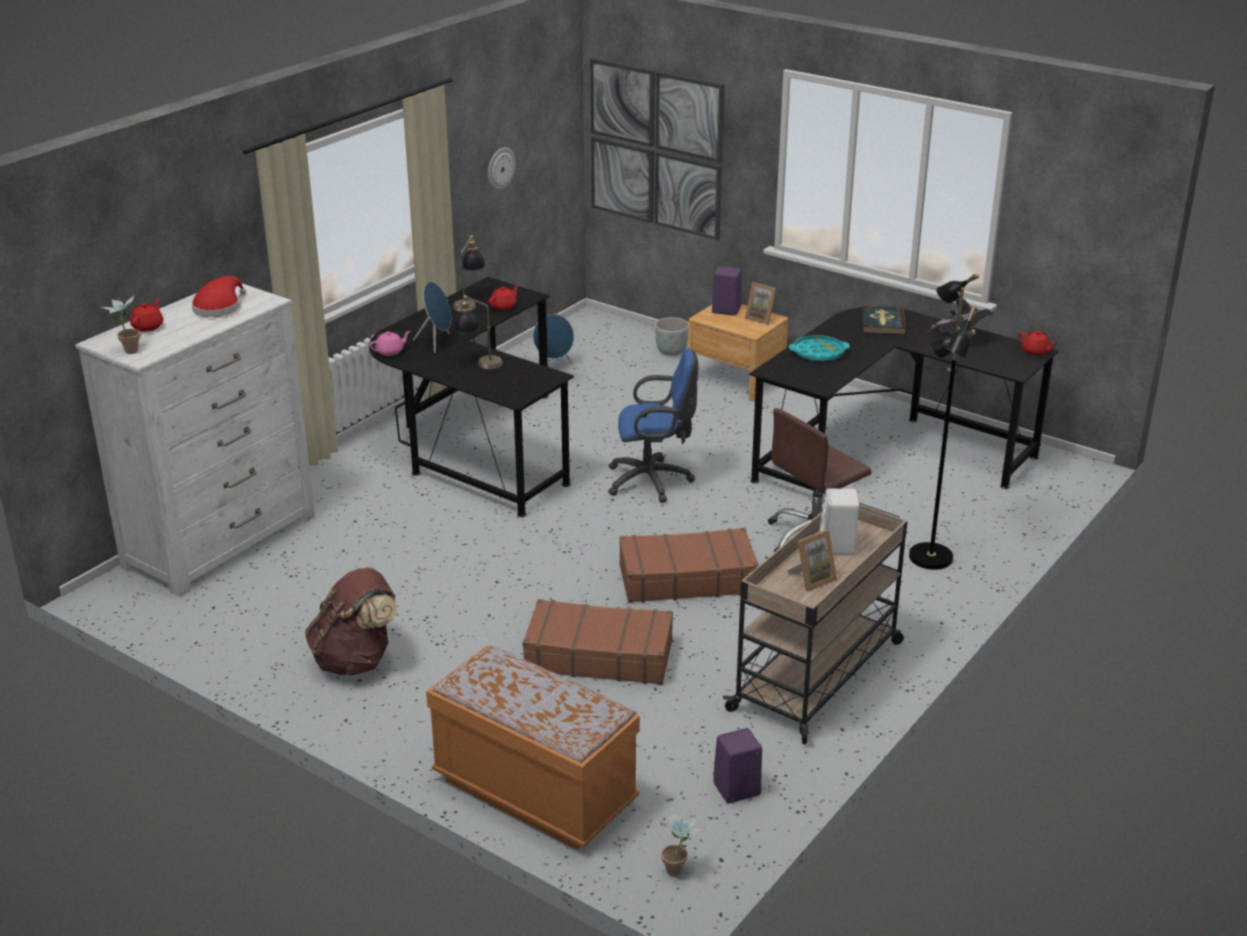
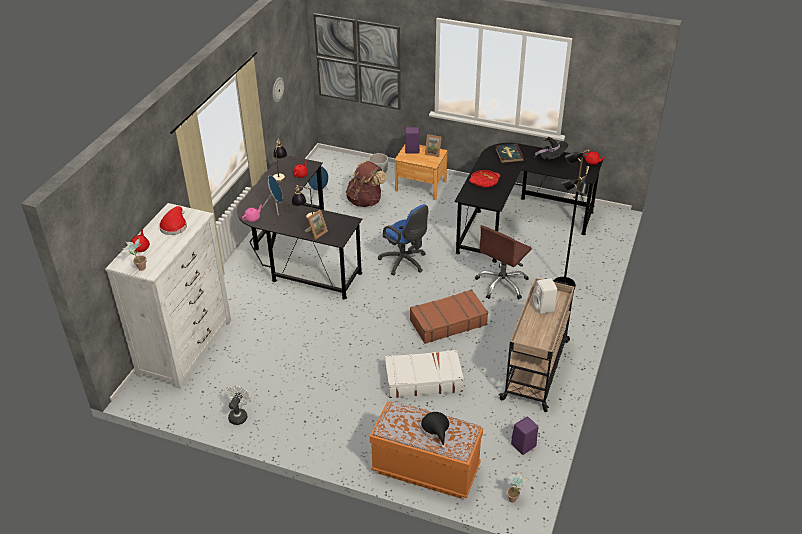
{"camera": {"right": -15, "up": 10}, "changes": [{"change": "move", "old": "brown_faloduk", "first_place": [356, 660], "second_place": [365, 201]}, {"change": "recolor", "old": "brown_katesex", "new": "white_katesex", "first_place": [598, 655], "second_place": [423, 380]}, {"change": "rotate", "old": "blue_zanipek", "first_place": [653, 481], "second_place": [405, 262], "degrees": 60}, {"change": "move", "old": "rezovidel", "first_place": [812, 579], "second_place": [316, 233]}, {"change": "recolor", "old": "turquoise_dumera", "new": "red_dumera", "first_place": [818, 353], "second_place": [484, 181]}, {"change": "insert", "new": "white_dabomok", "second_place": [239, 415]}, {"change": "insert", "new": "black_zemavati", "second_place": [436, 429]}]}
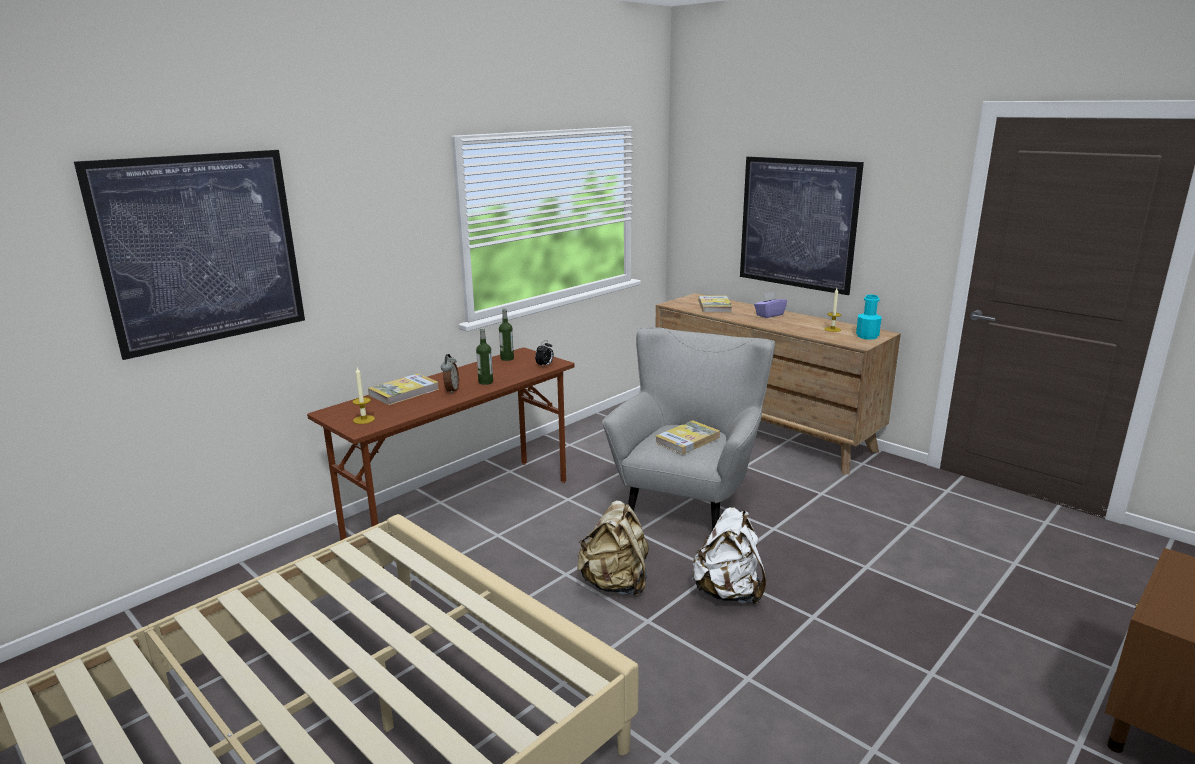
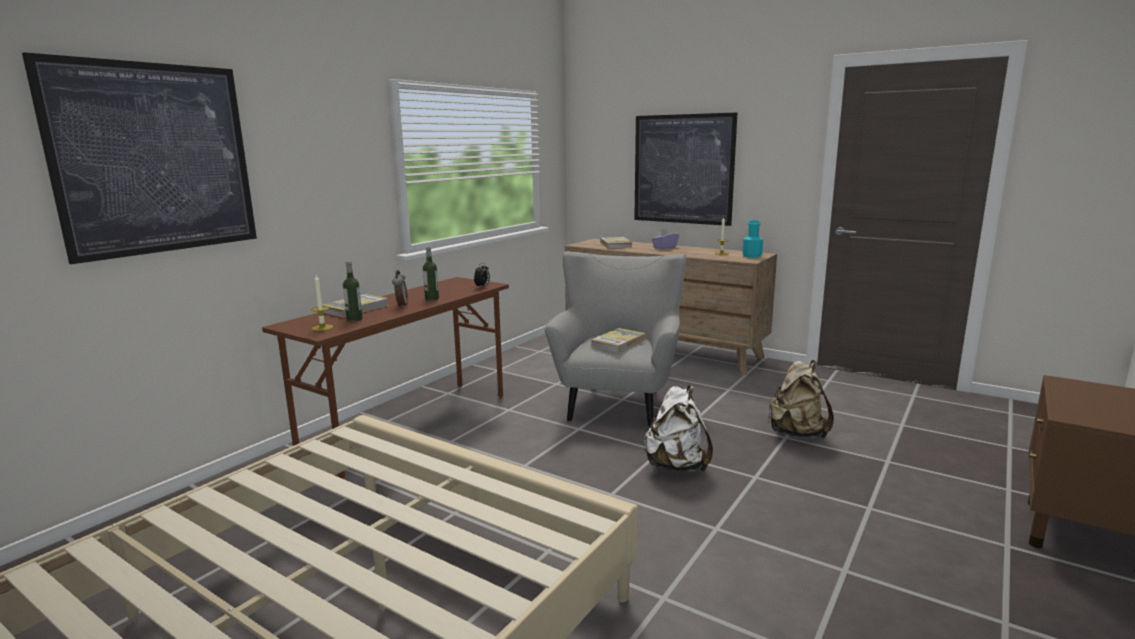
{"camera": {"right": -10, "up": -5}, "changes": [{"change": "move", "old": "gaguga", "first_place": [507, 358], "second_place": [354, 319]}, {"change": "move", "old": "beige_faloduk", "first_place": [615, 584], "second_place": [796, 433]}]}
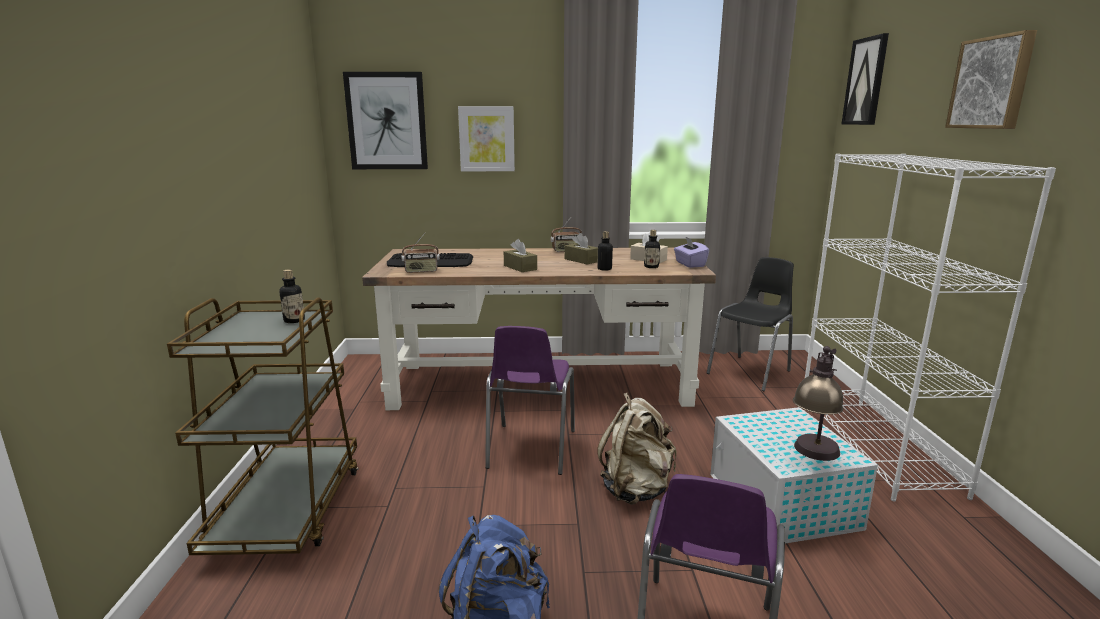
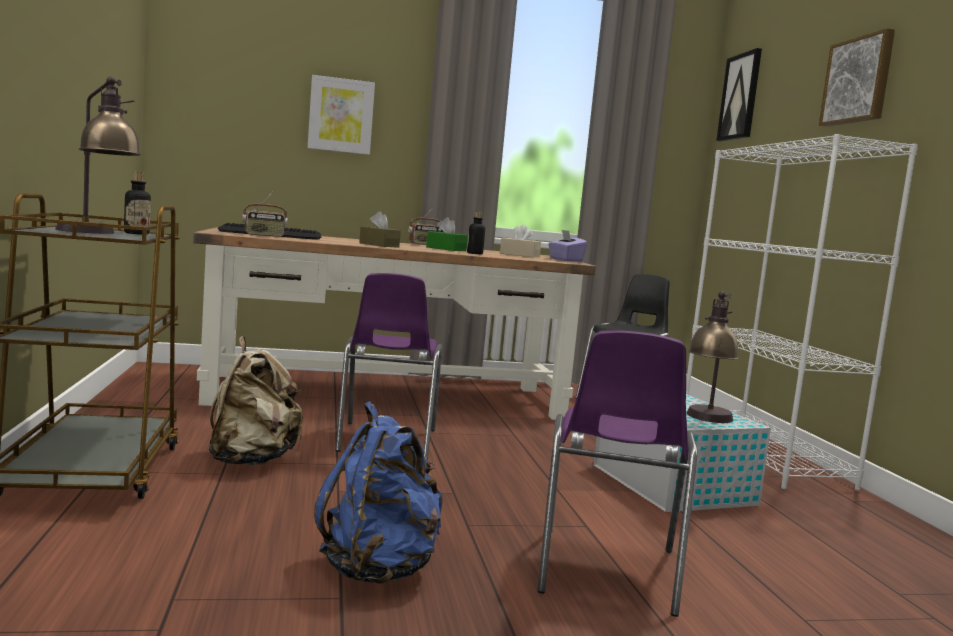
{"camera": {"right": -10, "up": -10}, "changes": [{"change": "delete", "old": "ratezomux", "first_place": [387, 121]}, {"change": "recolor", "old": "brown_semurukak", "new": "green_semurukak", "first_place": [581, 260], "second_place": [446, 249]}, {"change": "move", "old": "beige_faloduk", "first_place": [636, 489], "second_place": [251, 461]}, {"change": "delete", "old": "gaguga", "first_place": [651, 267]}, {"change": "insert", "new": "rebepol", "second_place": [97, 233]}]}
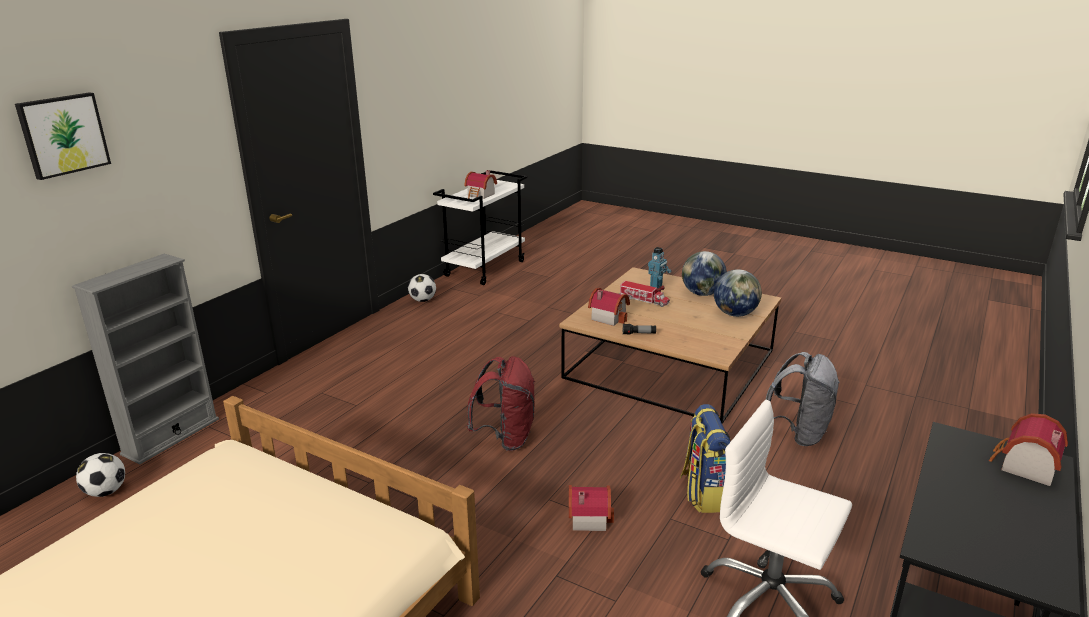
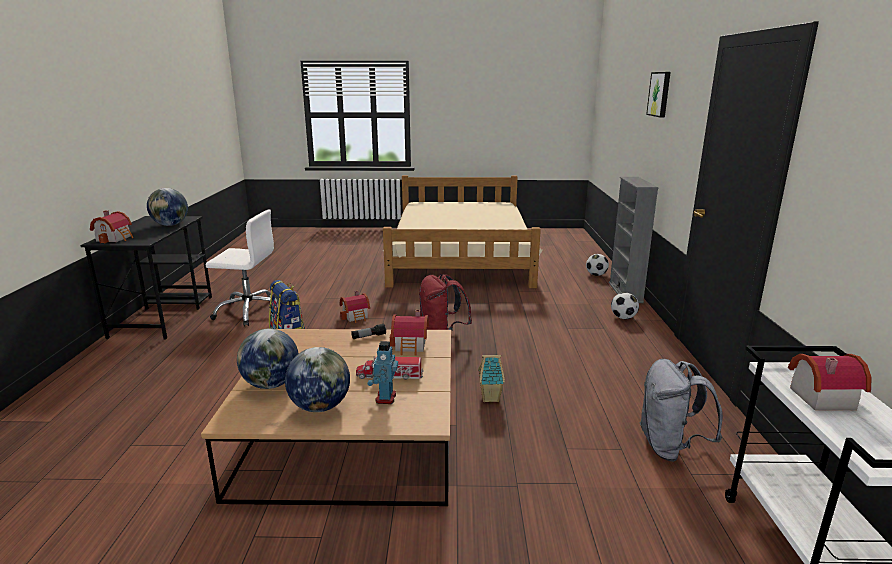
{"camera": {"right": 150, "up": -5}, "changes": [{"change": "move", "old": "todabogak", "first_place": [423, 300], "second_place": [623, 318]}, {"change": "move", "old": "grey_faloduk", "first_place": [799, 433], "second_place": [670, 447]}, {"change": "insert", "new": "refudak", "second_place": [170, 225]}, {"change": "insert", "new": "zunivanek", "second_place": [491, 398]}]}
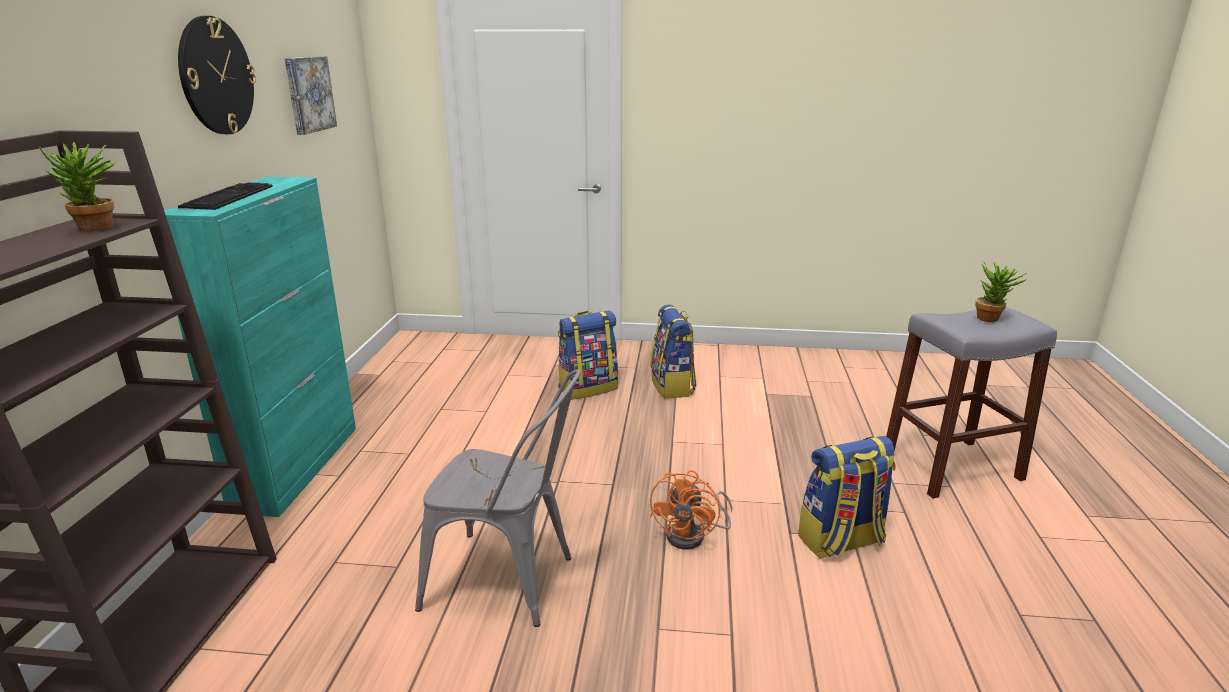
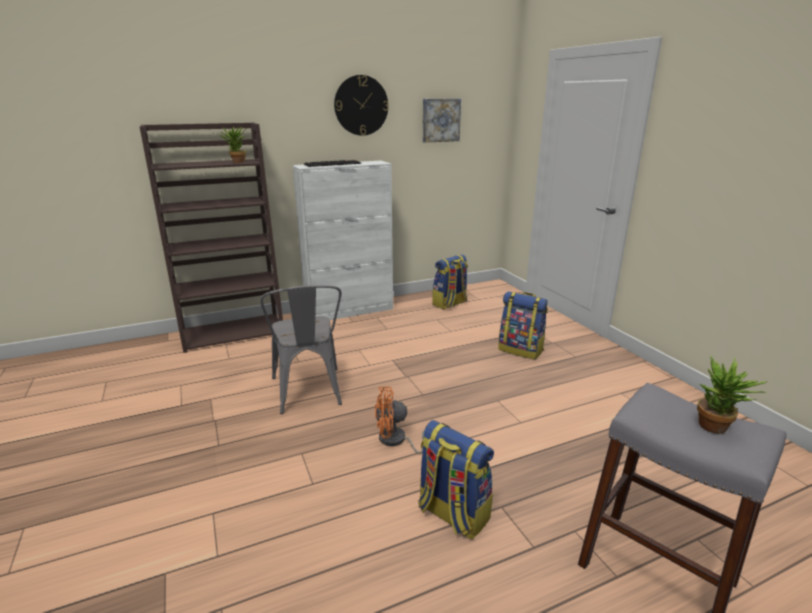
{"camera": {"right": 60, "up": 0}, "changes": [{"change": "recolor", "old": "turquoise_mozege", "new": "white_mozege", "first_place": [298, 466], "second_place": [350, 311]}, {"change": "move", "old": "faloduk", "first_place": [673, 386], "second_place": [450, 304]}]}
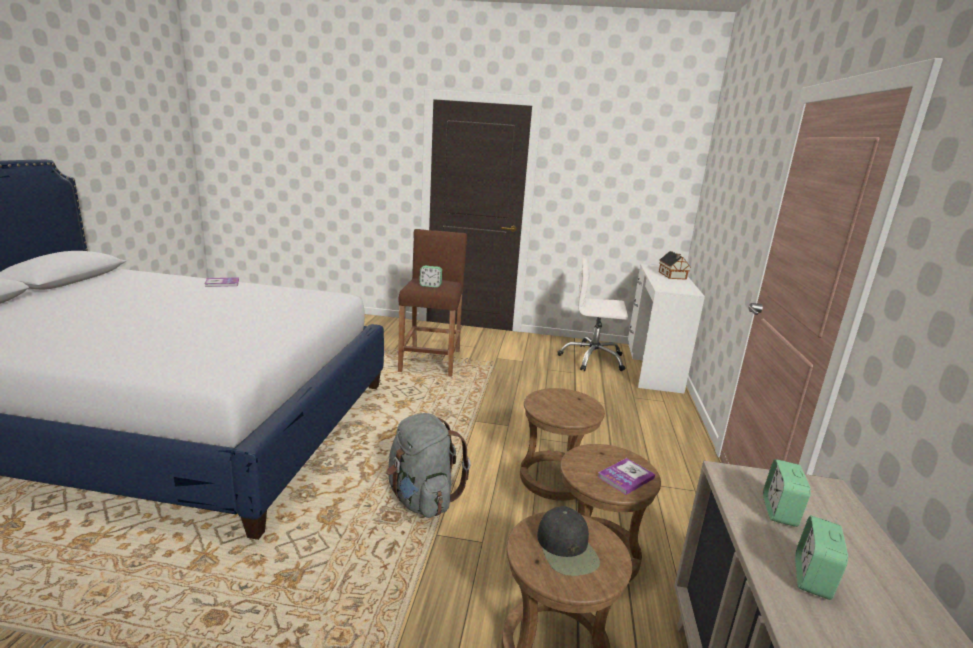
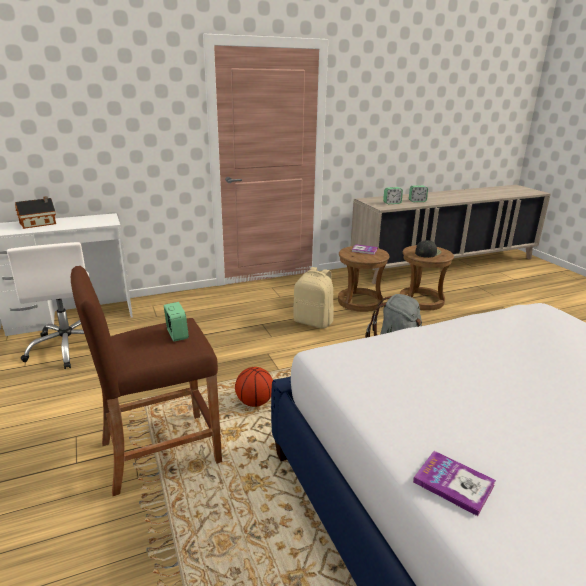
{"camera": {"right": -120, "up": 5}, "changes": [{"change": "replace", "old": "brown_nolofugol", "new": "beige_faloduk", "first_place": [554, 478], "second_place": [314, 322]}, {"change": "insert", "new": "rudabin", "second_place": [255, 402]}]}
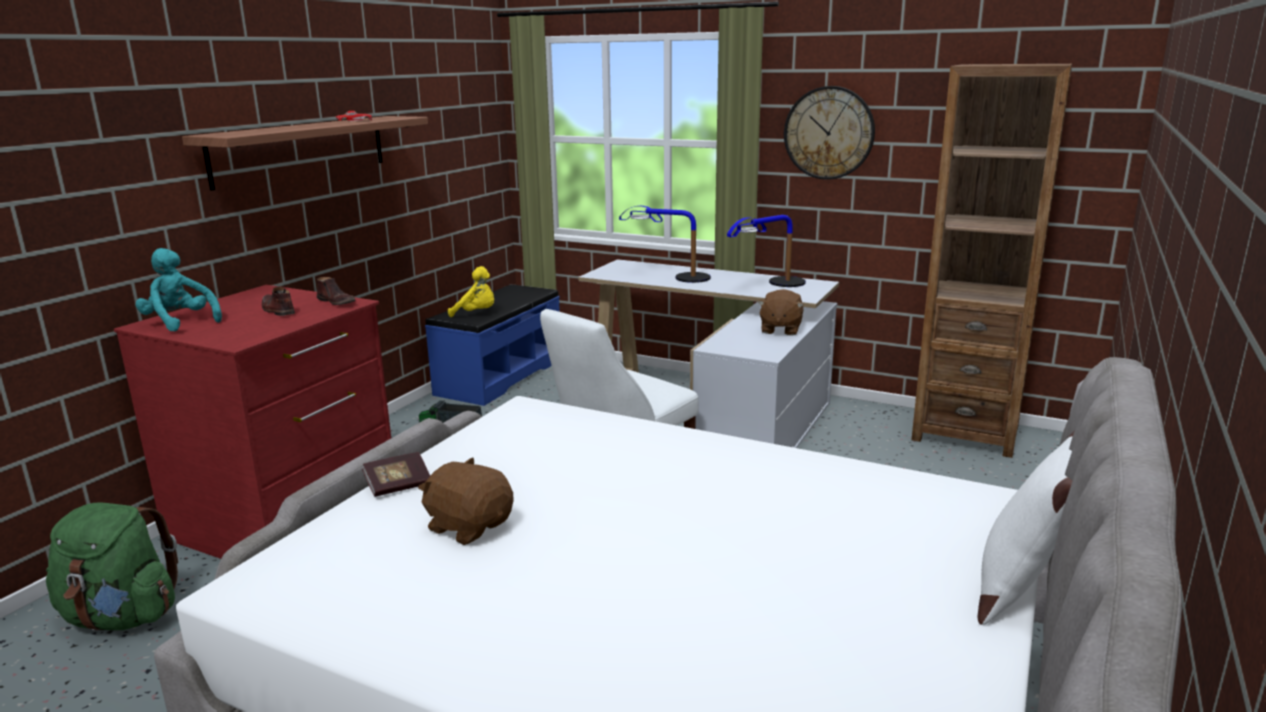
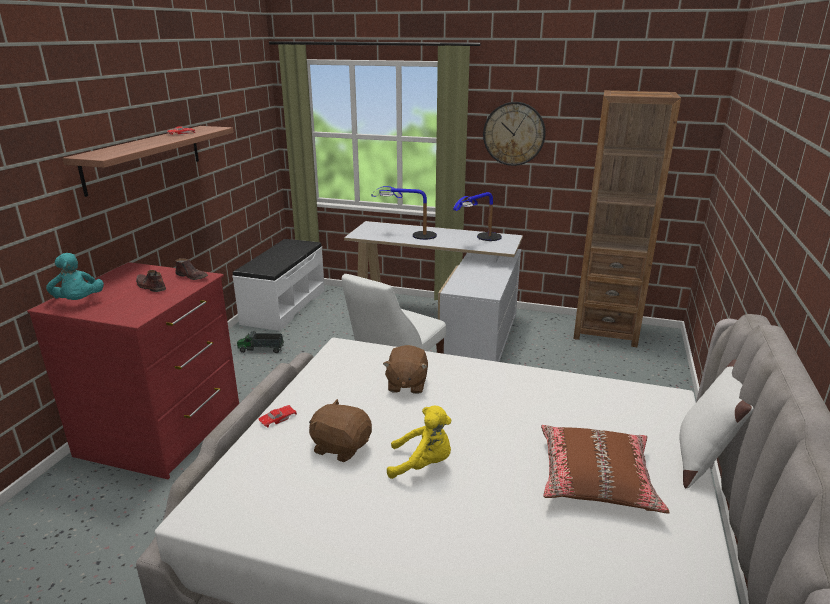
{"camera": {"right": -10, "up": 5}, "changes": [{"change": "delete", "old": "green_faloduk", "first_place": [122, 617]}, {"change": "rotate", "old": "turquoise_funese", "first_place": [180, 322], "second_place": [79, 302], "degrees": -150}, {"change": "replace", "old": "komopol", "new": "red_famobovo", "first_place": [398, 486], "second_place": [278, 419]}, {"change": "recolor", "old": "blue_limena", "new": "white_limena", "first_place": [499, 376], "second_place": [283, 306]}, {"change": "move", "old": "yellow_funese", "first_place": [476, 314], "second_place": [423, 464]}, {"change": "move", "old": "brown_funese", "first_place": [780, 329], "second_place": [406, 384]}, {"change": "insert", "new": "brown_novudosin", "second_place": [596, 479]}]}
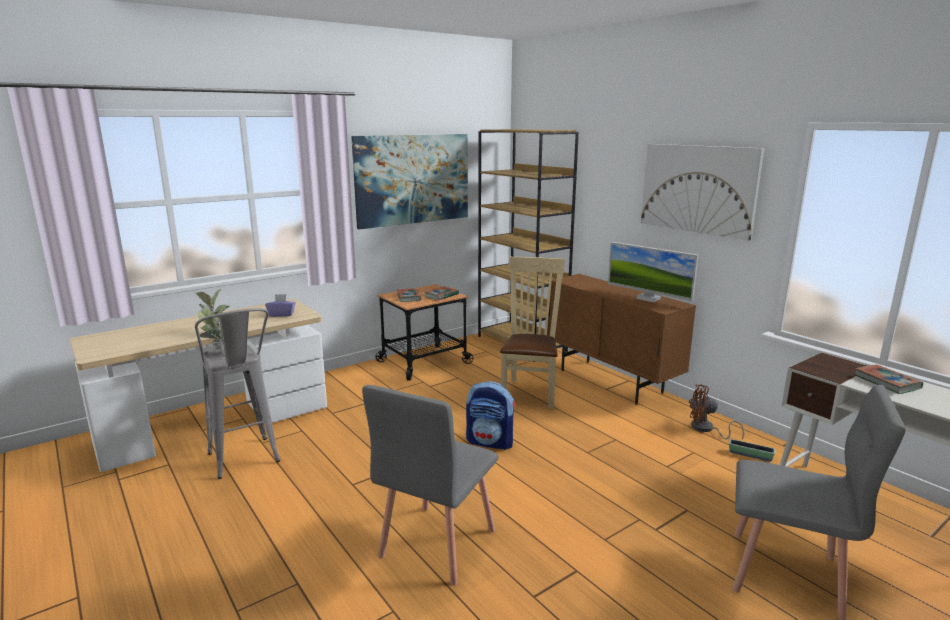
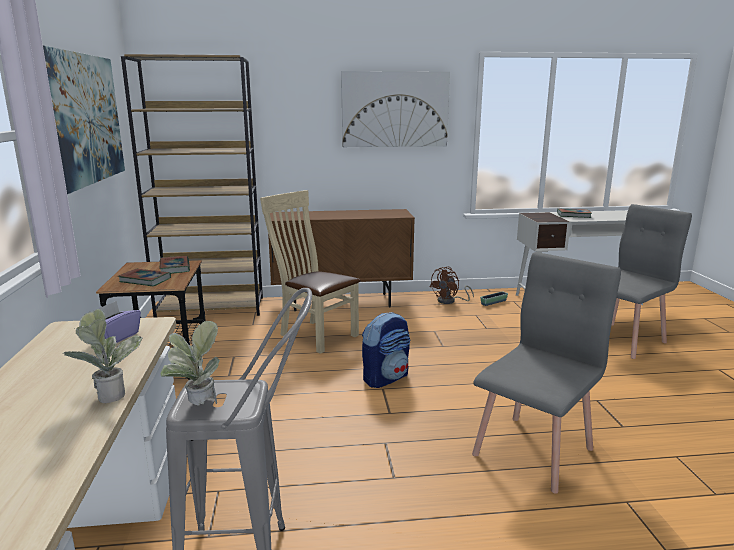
{"camera": {"right": -60, "up": 0}, "changes": [{"change": "rotate", "old": "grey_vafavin", "first_place": [436, 543], "second_place": [534, 451], "degrees": -105}, {"change": "delete", "old": "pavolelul", "first_place": [648, 298]}]}
